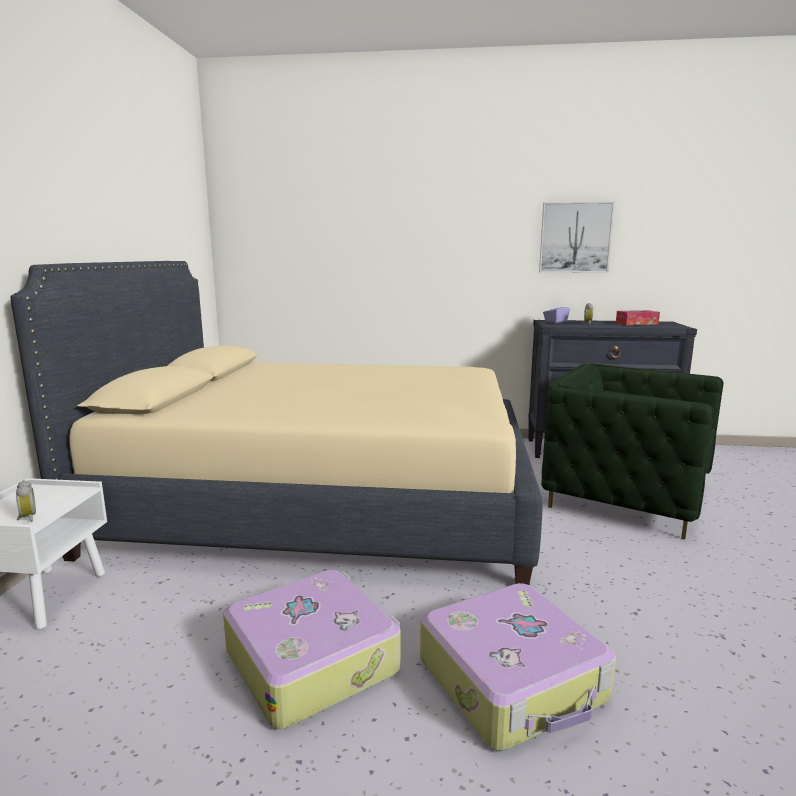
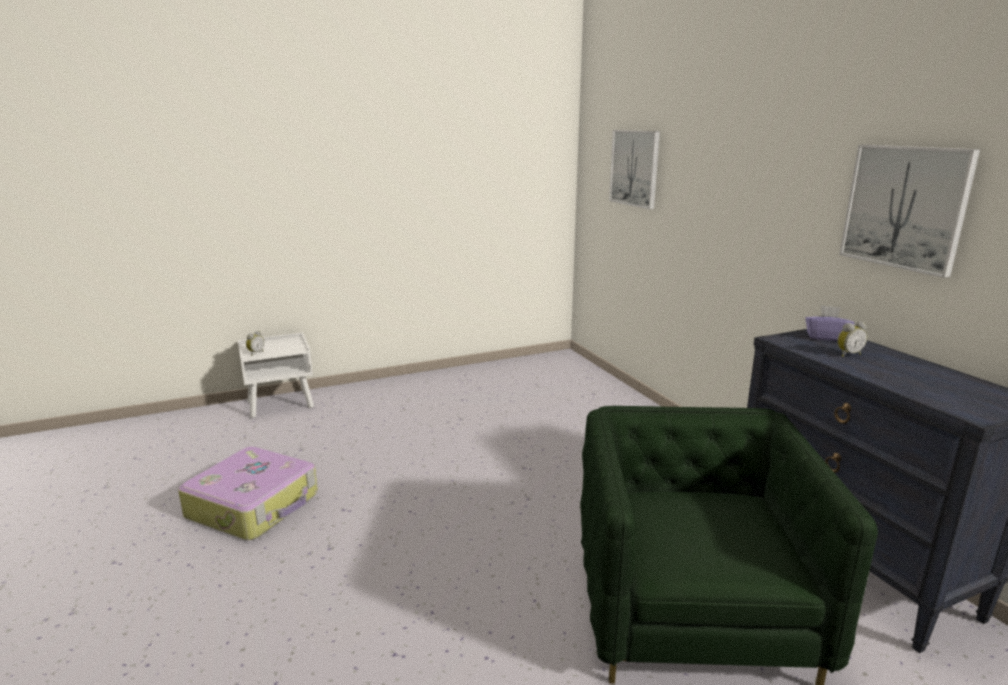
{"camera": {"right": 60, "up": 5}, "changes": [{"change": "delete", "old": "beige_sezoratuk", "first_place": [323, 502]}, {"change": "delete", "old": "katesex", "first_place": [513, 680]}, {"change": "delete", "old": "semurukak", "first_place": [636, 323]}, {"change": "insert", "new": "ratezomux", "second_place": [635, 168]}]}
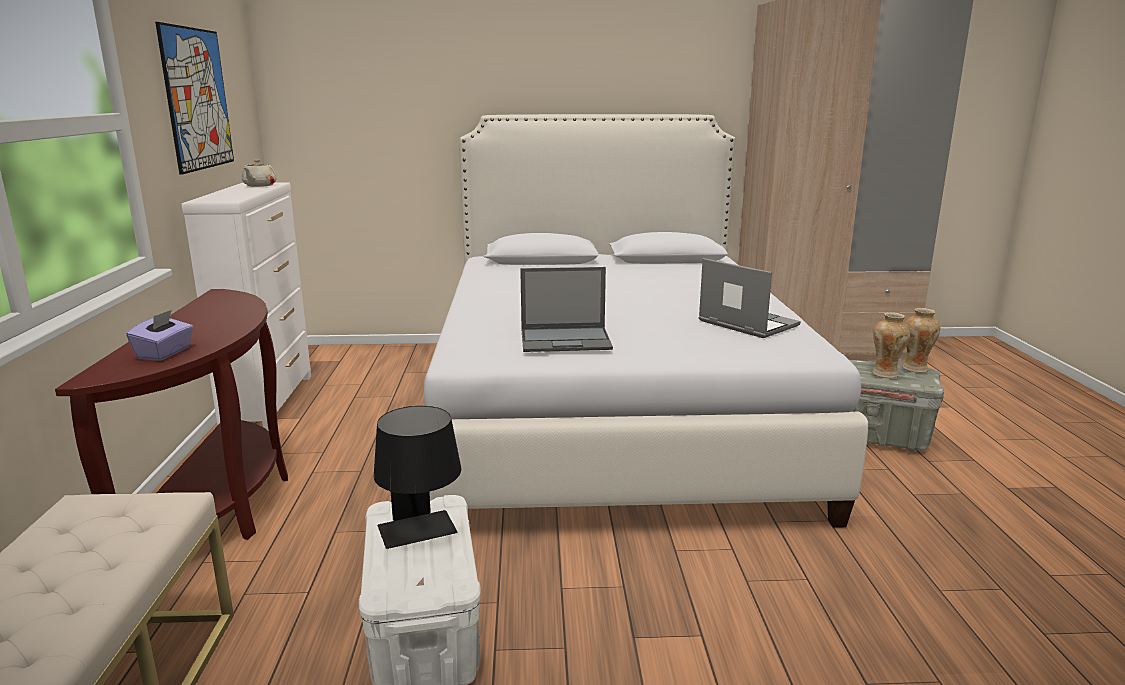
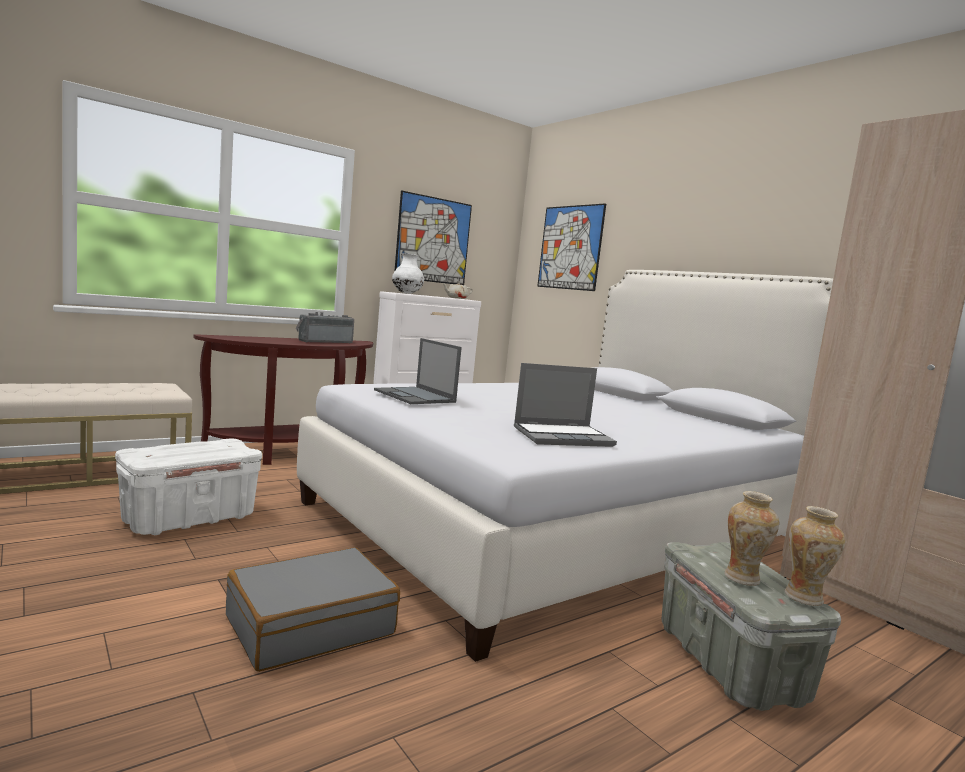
{"camera": {"right": 55, "up": -10}, "changes": [{"change": "delete", "old": "purple_semurukak", "first_place": [165, 353]}, {"change": "delete", "old": "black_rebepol", "first_place": [421, 537]}, {"change": "rotate", "old": "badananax", "first_place": [746, 324], "second_place": [563, 437], "degrees": 60}, {"change": "insert", "new": "grey_katesex", "second_place": [310, 625]}, {"change": "insert", "new": "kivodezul", "second_place": [324, 341]}, {"change": "insert", "new": "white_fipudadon", "second_place": [407, 293]}, {"change": "insert", "new": "ratezomux", "second_place": [570, 247]}]}
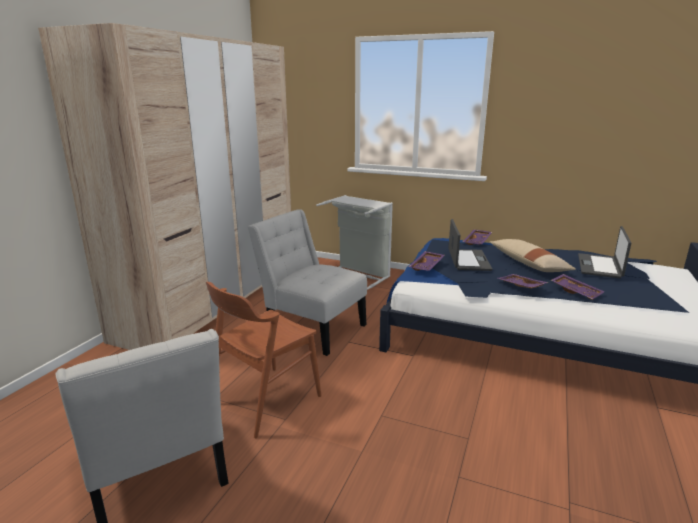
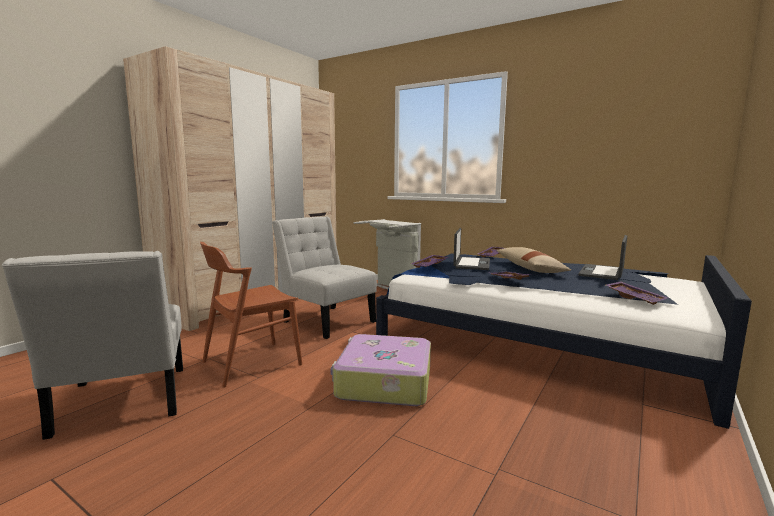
{"camera": {"right": 10, "up": -10}, "changes": [{"change": "move", "old": "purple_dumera", "first_place": [576, 291], "second_place": [635, 298]}, {"change": "insert", "new": "katesex", "second_place": [383, 382]}]}
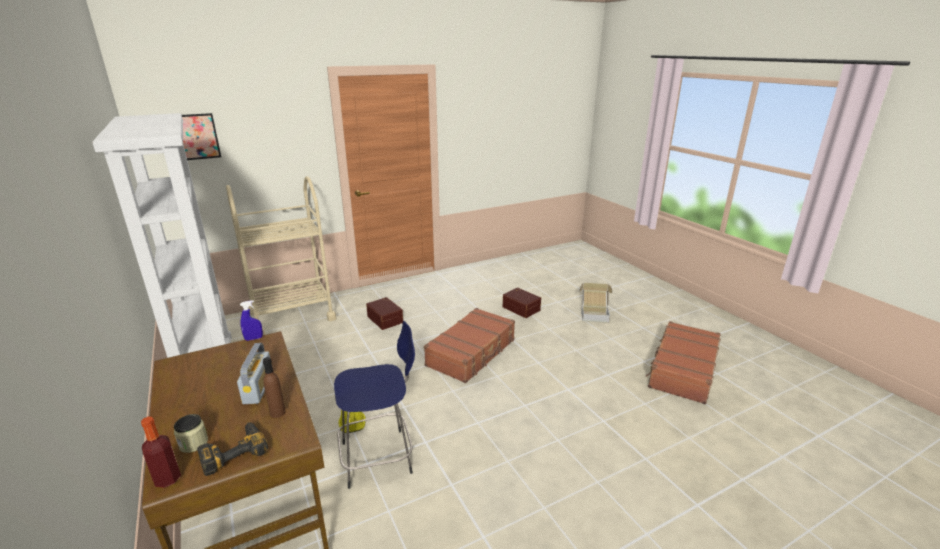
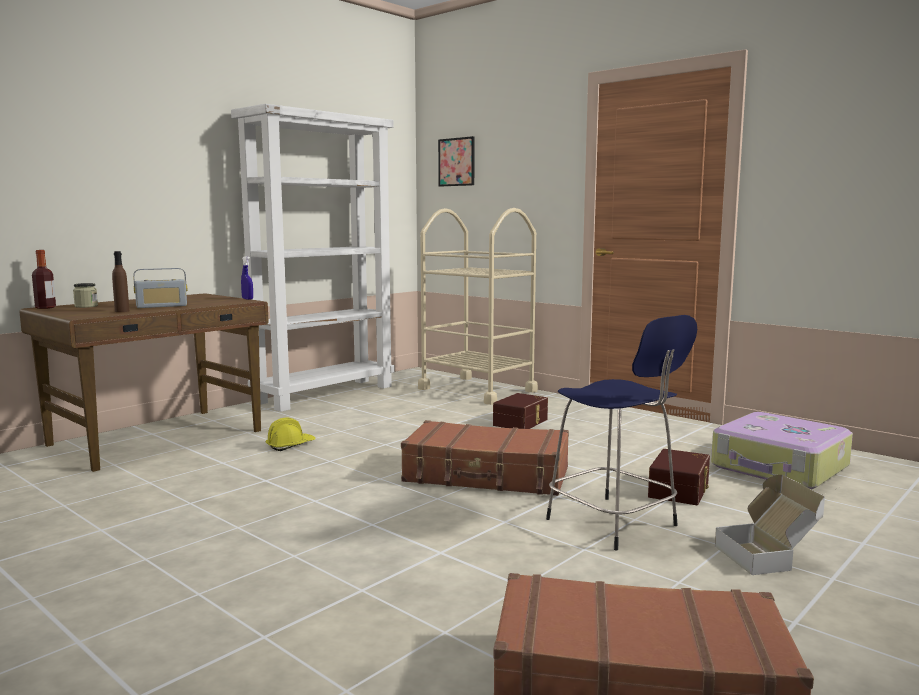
{"camera": {"right": 70, "up": -15}, "changes": [{"change": "delete", "old": "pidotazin", "first_place": [233, 451]}, {"change": "move", "old": "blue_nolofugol", "first_place": [379, 457], "second_place": [614, 524]}, {"change": "insert", "new": "katesex", "second_place": [780, 467]}]}
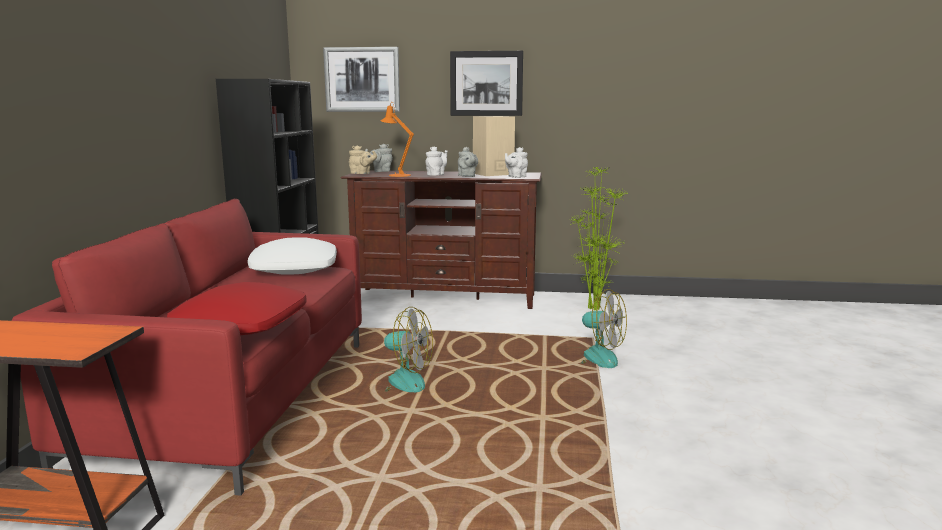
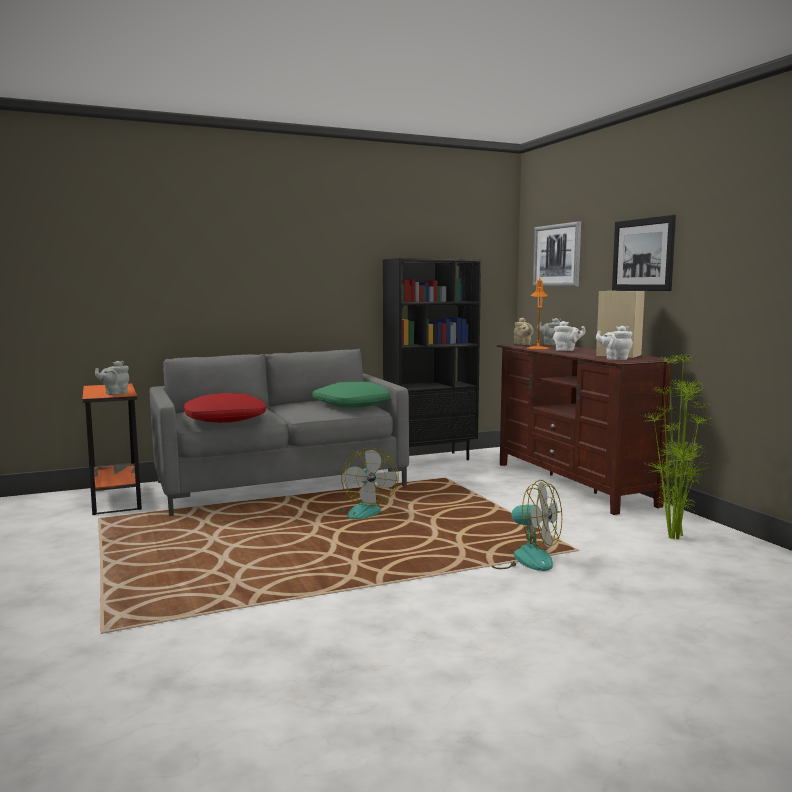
{"camera": {"right": 60, "up": -5}, "changes": [{"change": "recolor", "old": "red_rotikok", "new": "grey_rotikok", "first_place": [235, 402], "second_place": [280, 486]}, {"change": "recolor", "old": "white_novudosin", "new": "green_novudosin", "first_place": [294, 269], "second_place": [353, 404]}, {"change": "move", "old": "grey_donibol", "first_place": [467, 176], "second_place": [115, 393]}, {"change": "rotate", "old": "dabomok", "first_place": [591, 357], "second_place": [523, 558], "degrees": -60}]}
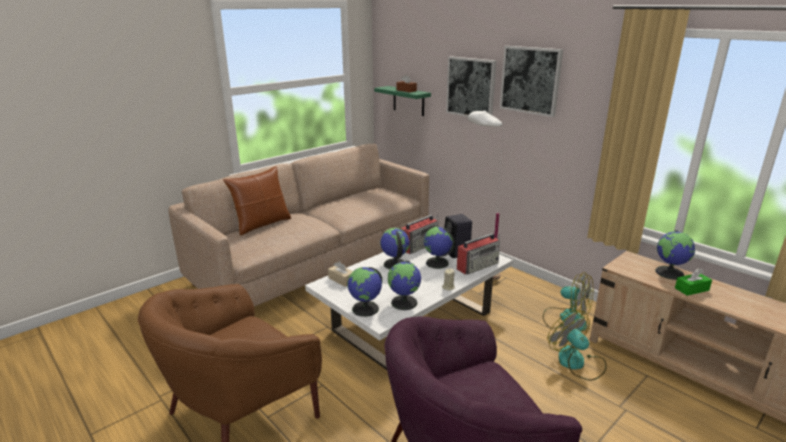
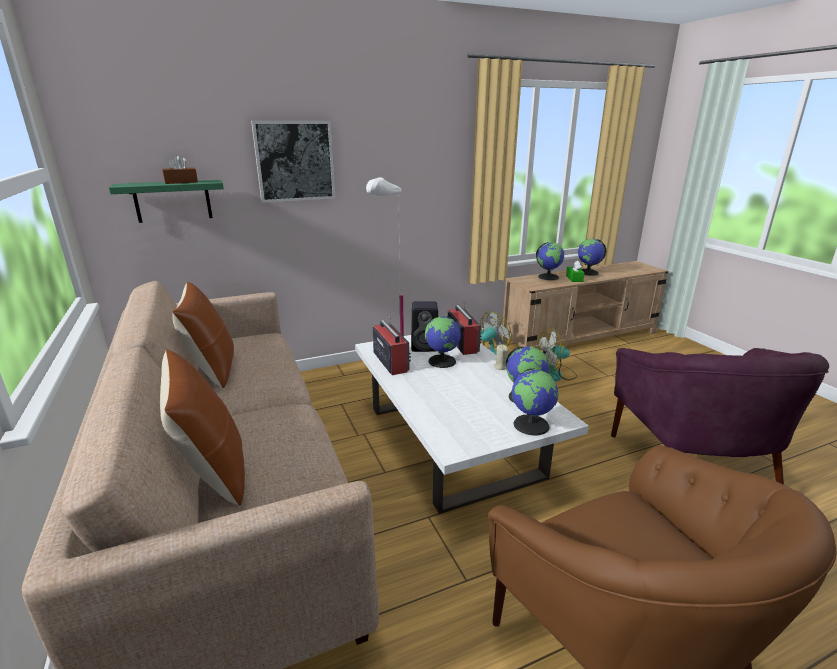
{"camera": {"right": -70, "up": 0}, "changes": [{"change": "delete", "old": "beige_semurukak", "first_place": [341, 280]}, {"change": "move", "old": "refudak", "first_place": [394, 264], "second_place": [588, 272]}, {"change": "delete", "old": "ratezomux", "first_place": [530, 80]}, {"change": "insert", "new": "brown_novudosin", "second_place": [213, 369]}]}
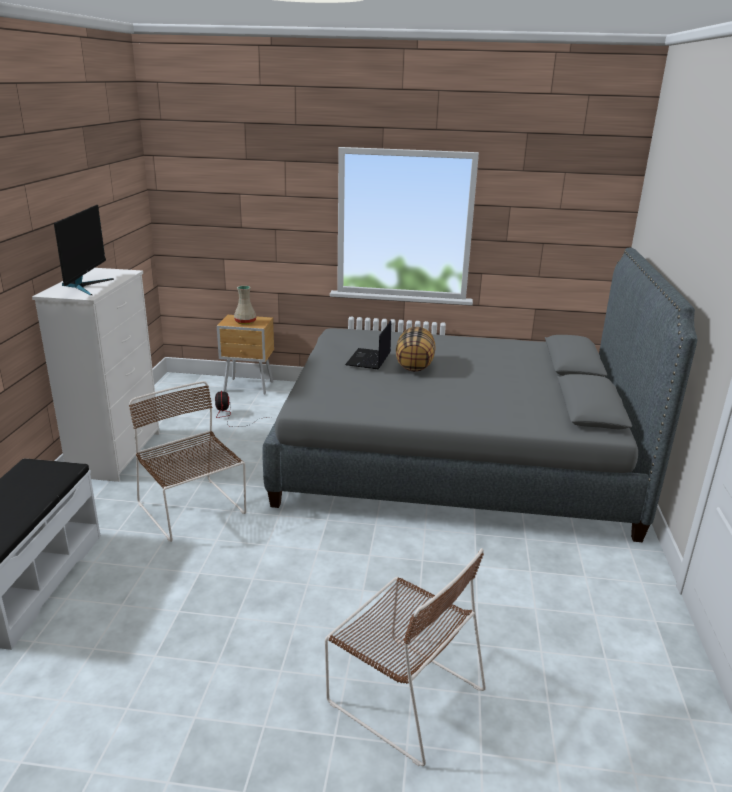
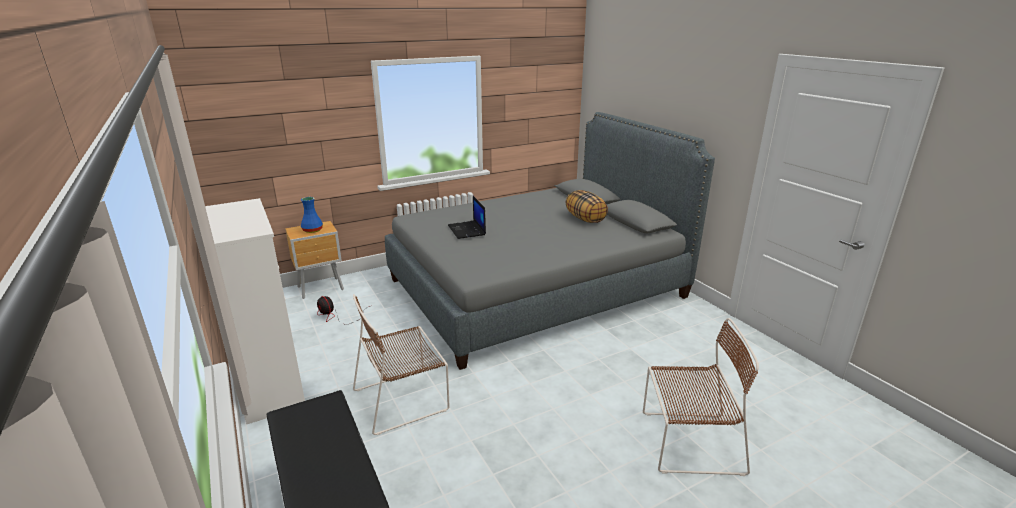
{"camera": {"right": -35, "up": 0}, "changes": [{"change": "delete", "old": "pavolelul", "first_place": [85, 286]}, {"change": "rotate", "old": "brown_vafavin", "first_place": [193, 510], "second_place": [403, 399], "degrees": -45}, {"change": "recolor", "old": "beige_fipudadon", "new": "blue_fipudadon", "first_place": [245, 322], "second_place": [313, 230]}, {"change": "move", "old": "novudosin", "first_place": [415, 365], "second_place": [585, 219]}]}
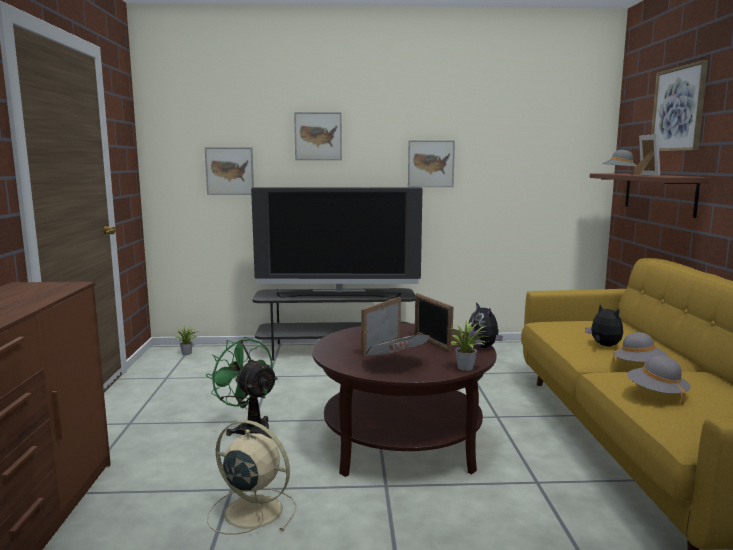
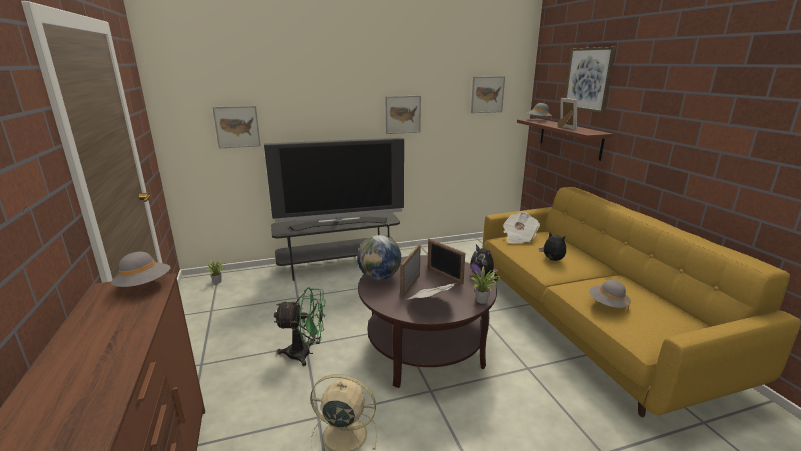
{"camera": {"right": -15, "up": 10}, "changes": [{"change": "rotate", "old": "green_dabomok", "first_place": [249, 429], "second_place": [305, 353], "degrees": 150}, {"change": "move", "old": "ratezomux", "first_place": [318, 136], "second_place": [487, 94]}, {"change": "move", "old": "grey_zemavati", "first_place": [639, 366], "second_place": [144, 286]}, {"change": "insert", "new": "refudak", "second_place": [379, 277]}, {"change": "insert", "new": "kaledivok", "second_place": [519, 237]}]}
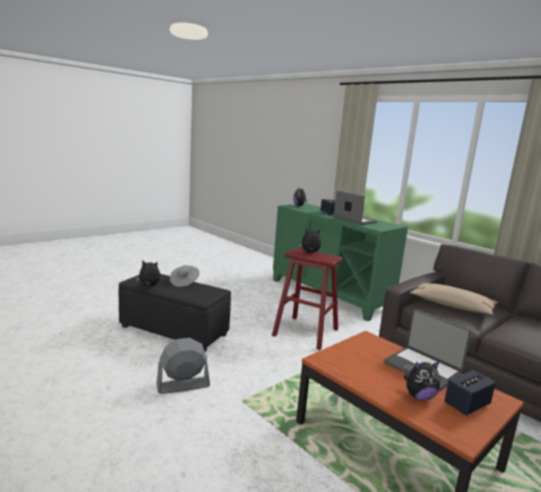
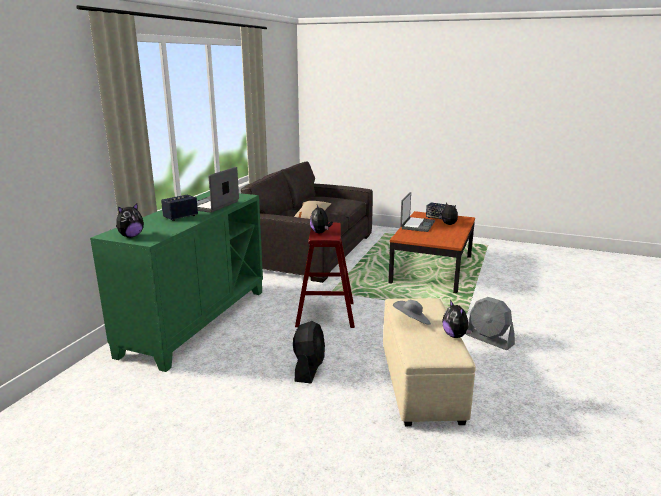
{"camera": {"right": -115, "up": 5}, "changes": [{"change": "recolor", "old": "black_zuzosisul", "new": "beige_zuzosisul", "first_place": [173, 330], "second_place": [421, 384]}, {"change": "insert", "new": "black_dabomok", "second_place": [309, 368]}]}
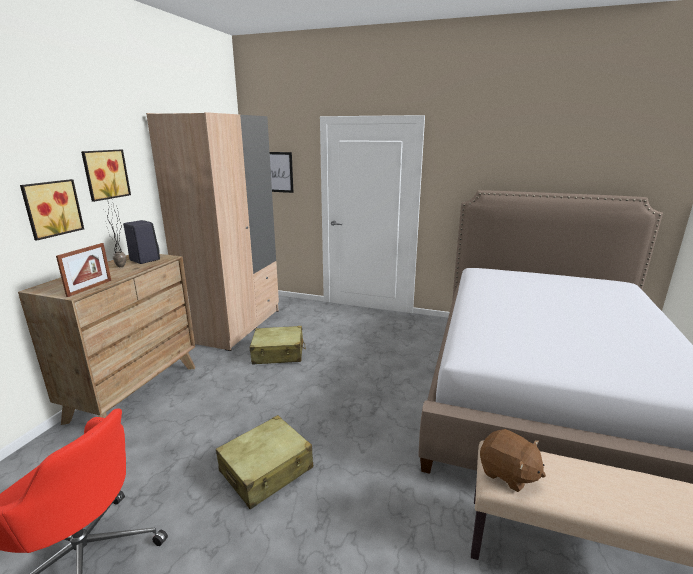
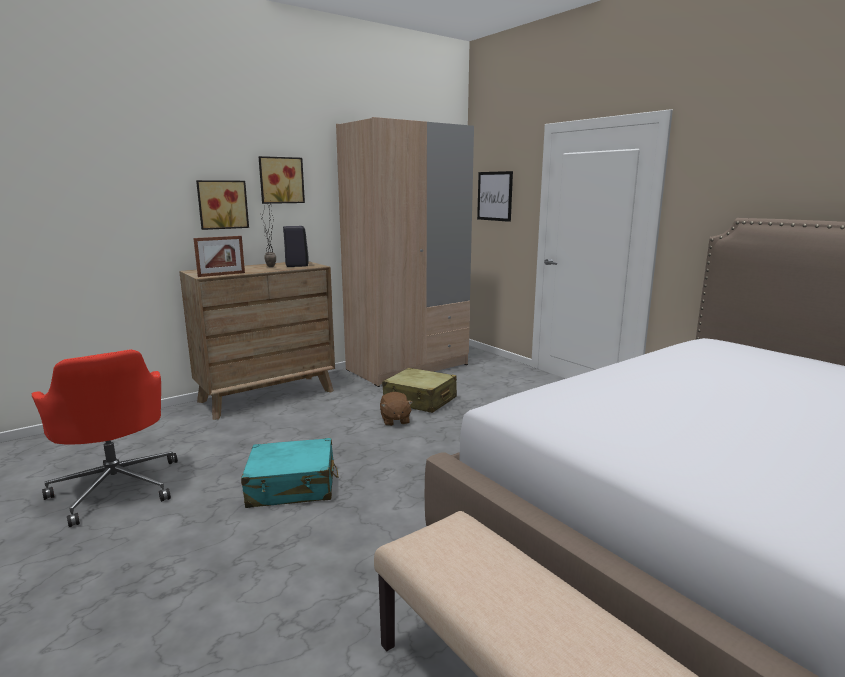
{"camera": {"right": 35, "up": -5}, "changes": [{"change": "recolor", "old": "beige_katesex", "new": "turquoise_katesex", "first_place": [266, 470], "second_place": [292, 486]}, {"change": "move", "old": "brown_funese", "first_place": [508, 473], "second_place": [395, 420]}]}
